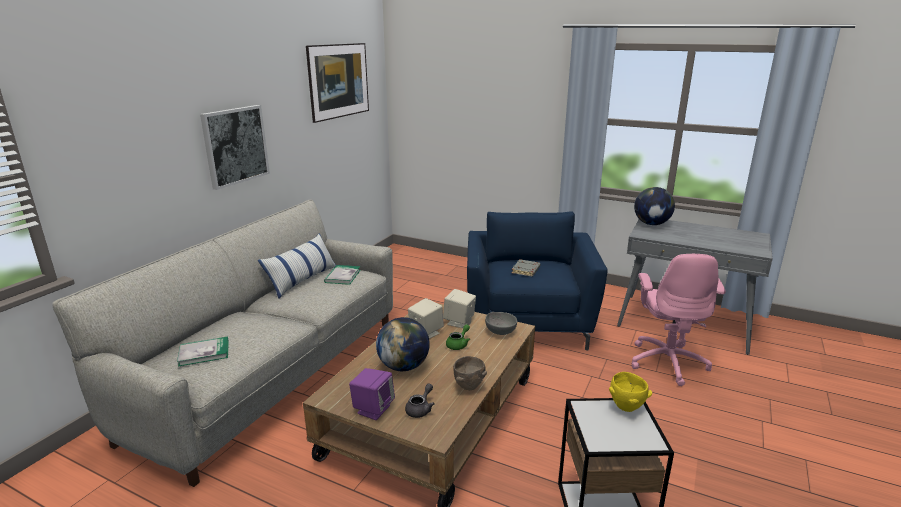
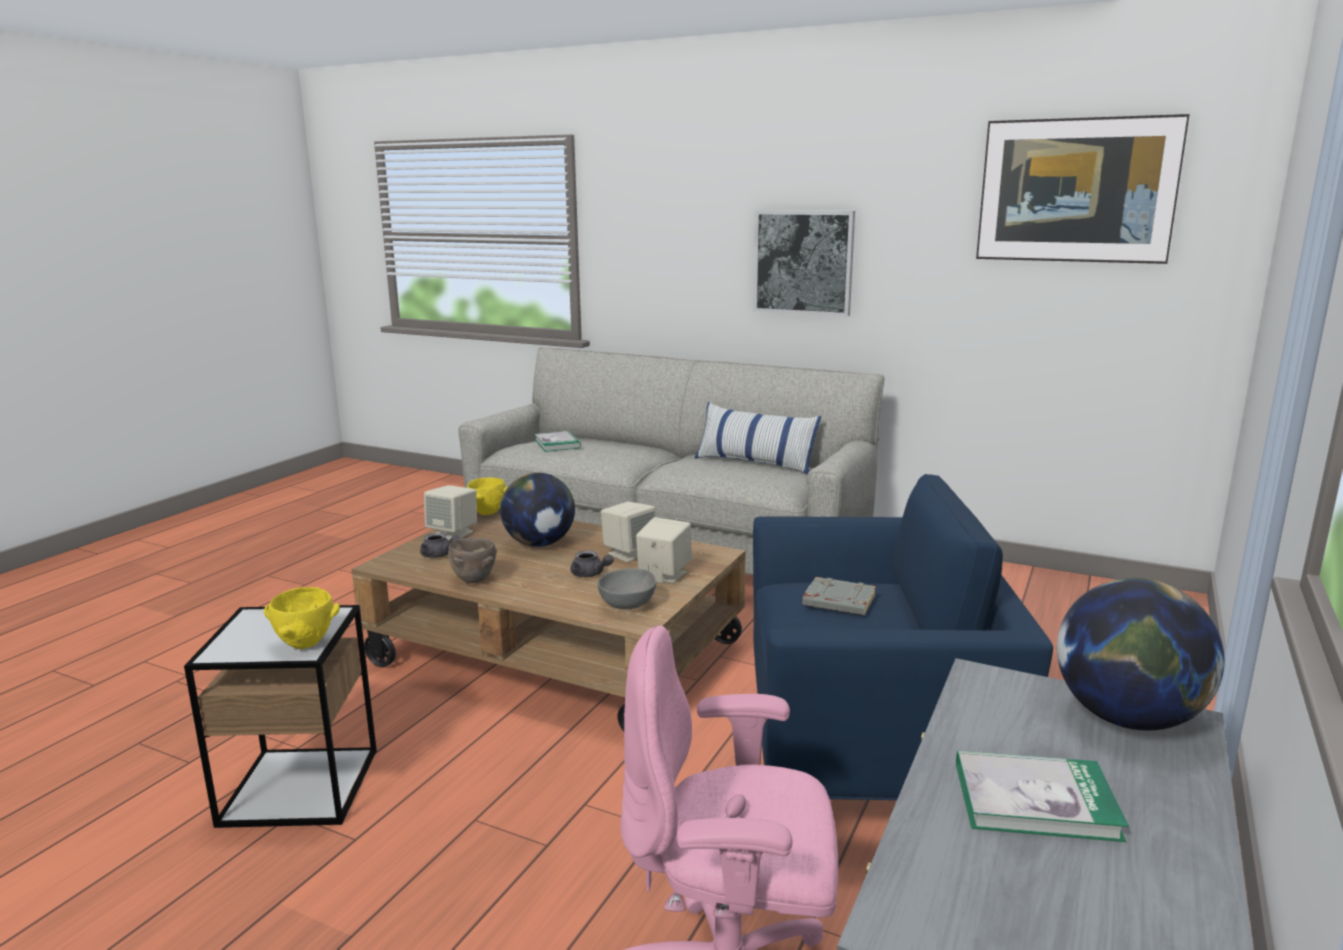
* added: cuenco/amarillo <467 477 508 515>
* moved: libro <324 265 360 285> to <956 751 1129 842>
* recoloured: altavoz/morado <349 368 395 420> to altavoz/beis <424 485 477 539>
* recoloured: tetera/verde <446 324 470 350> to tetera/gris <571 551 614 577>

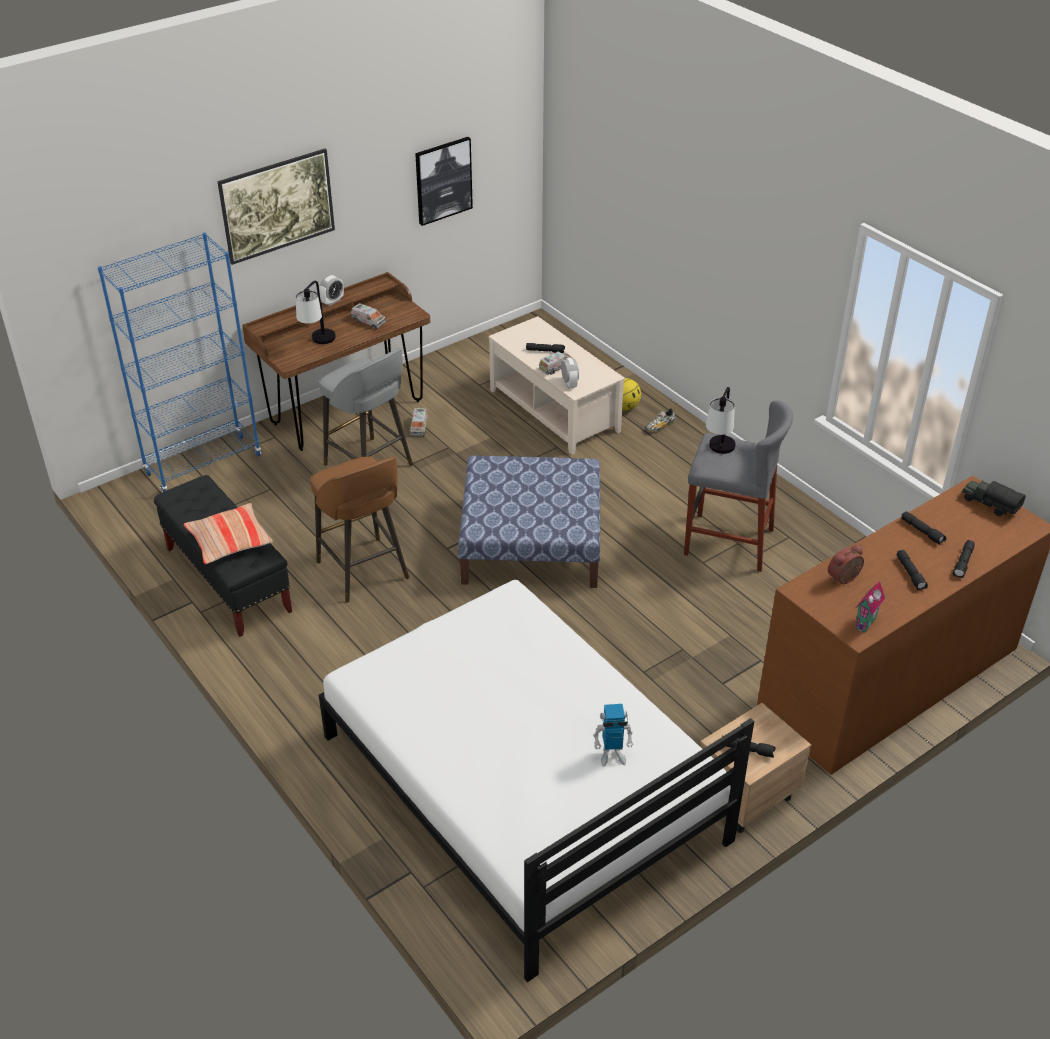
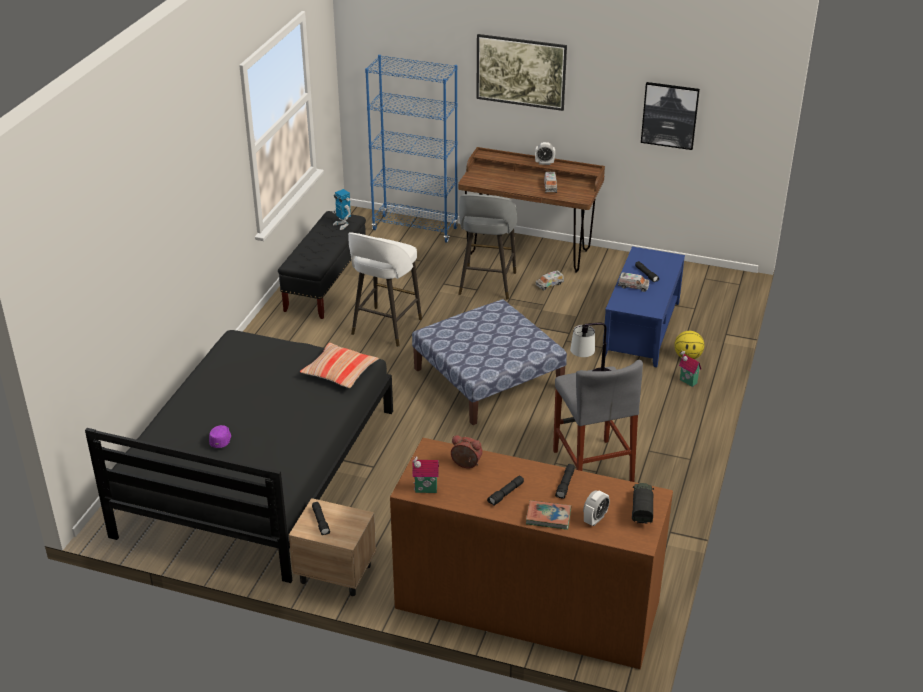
* removed: lámpara de mesa <296 281 336 344>
* added: gorra/morado <209 425 231 448>
* moved: cojín <184 503 273 564> to <300 343 379 388>
* moved: despertador <561 357 579 389> to <583 491 610 526>
* moved: robot de juguete <593 704 633 767> to <333 189 351 230>
* replaced: zapato <645 408 675 431> to casita <679 351 702 387>
* replaced: linterna/negro <953 540 975 578> to libro <526 500 571 530>
* recoloured: taburete/marrón <310 456 410 603> to taburete/blanco <348 232 422 347>
* recoloured: cama/blanco <319 580 754 982> to cama/negro <85 330 393 583>
* recoloured: mesa de centro/beis <489 316 625 455> to mesa de centro/azul <603 247 685 367>

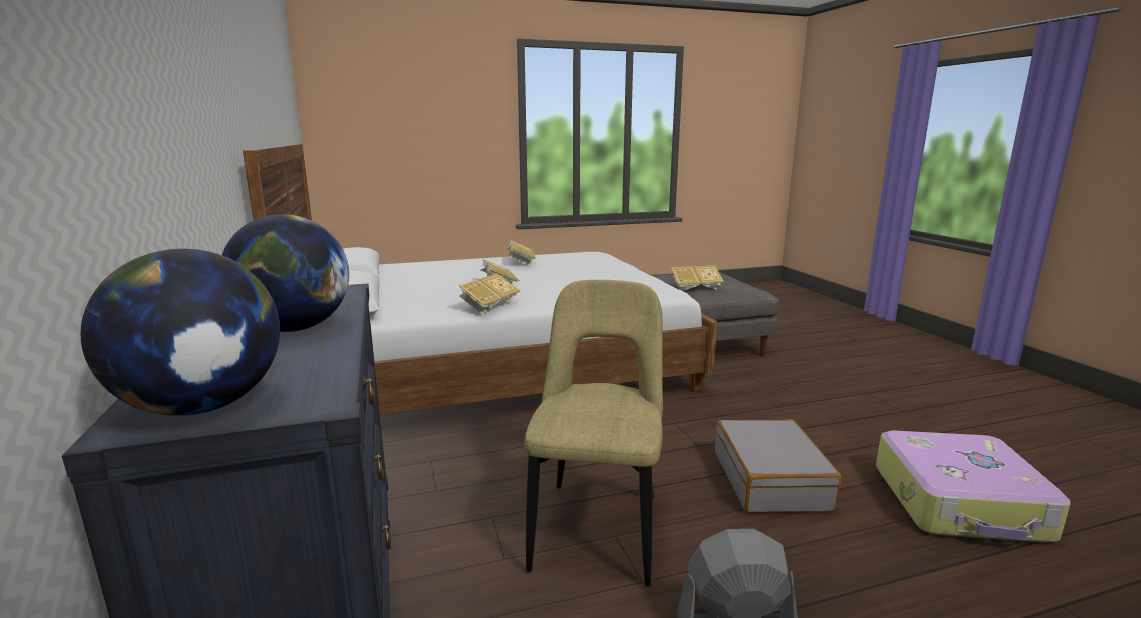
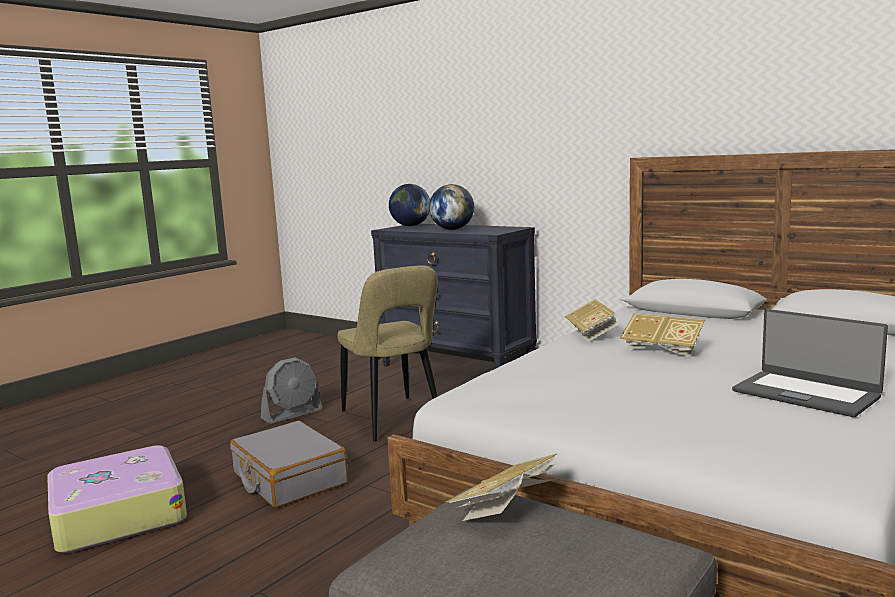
* replaced: libro <508 240 536 266> to portátil <732 309 888 417>

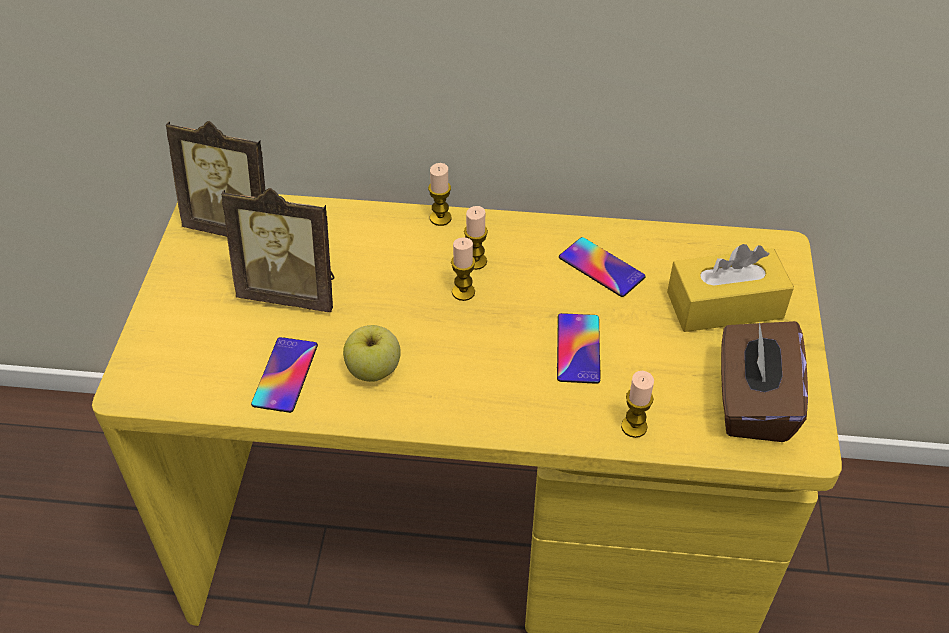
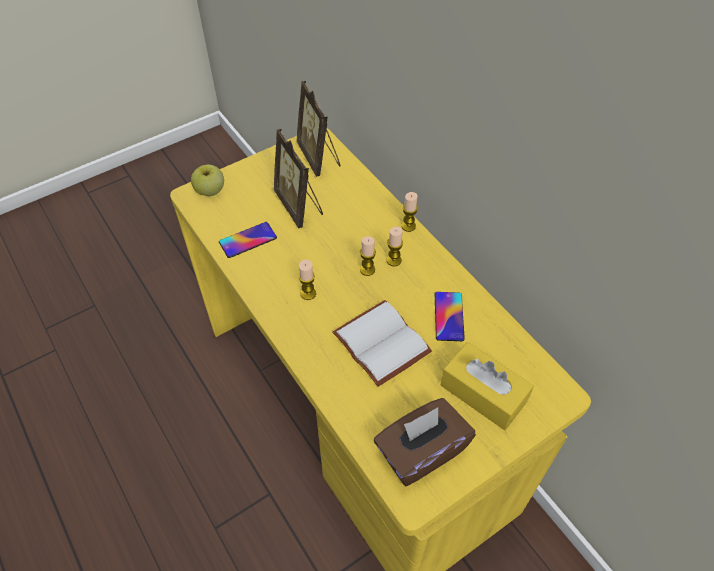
* moved: manzana <343 325 401 382> to <191 165 224 196>
* moved: vela <621 371 654 438> to <298 260 316 300>
* replaced: móvil <557 313 601 384> to libro/blanco <332 300 432 387>

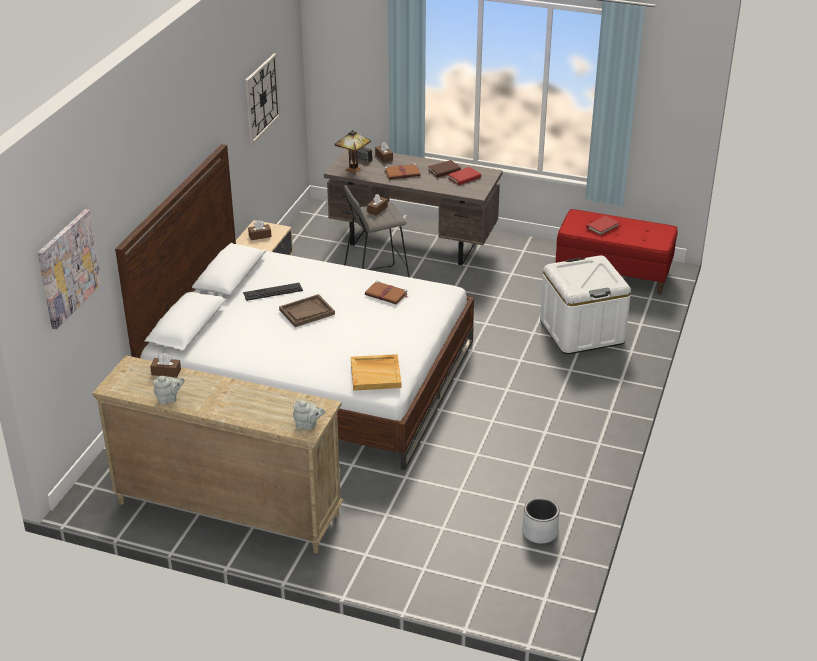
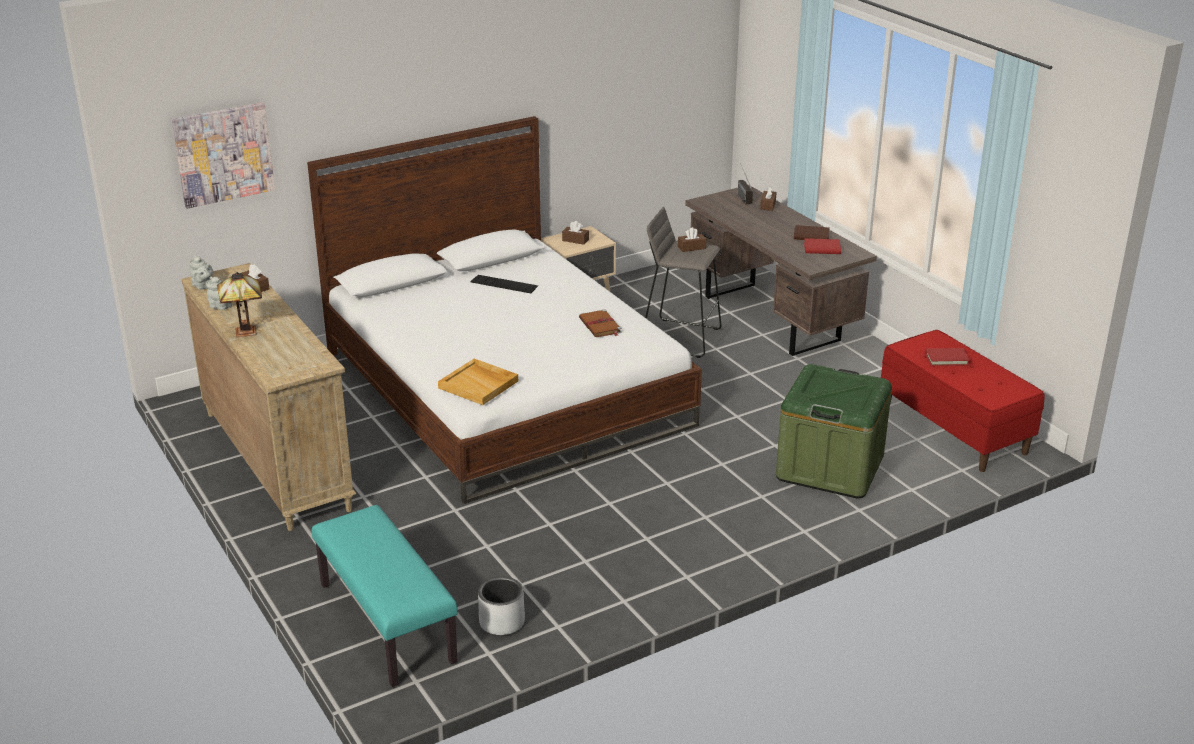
* removed: reloj de pared <245 54 280 144>
* removed: bandeja/marrón <279 294 335 327>
* removed: libro/marrón <385 164 420 179>
* added: banco/turquesa <312 505 458 687>
* moved: tetera/gris <293 400 325 430> to <189 255 213 290>
* moved: lámpara de mesa <334 130 371 173> to <217 272 262 337>
* recoloured: caja de almacenaje/blanco <540 255 631 354> to caja de almacenaje/verde <776 364 892 498>

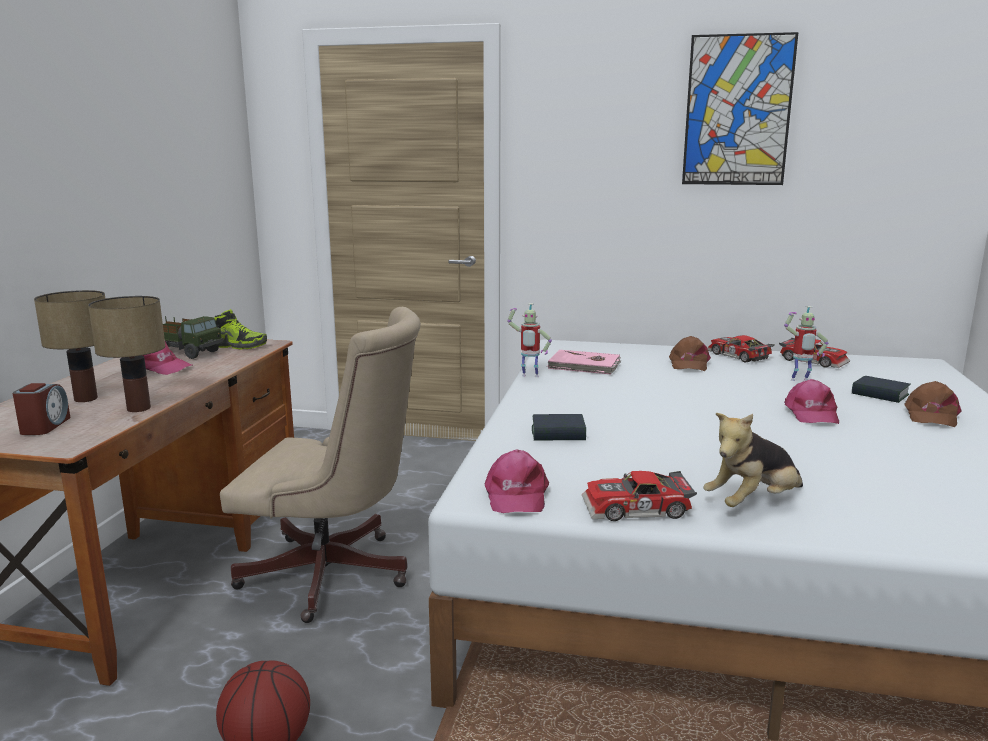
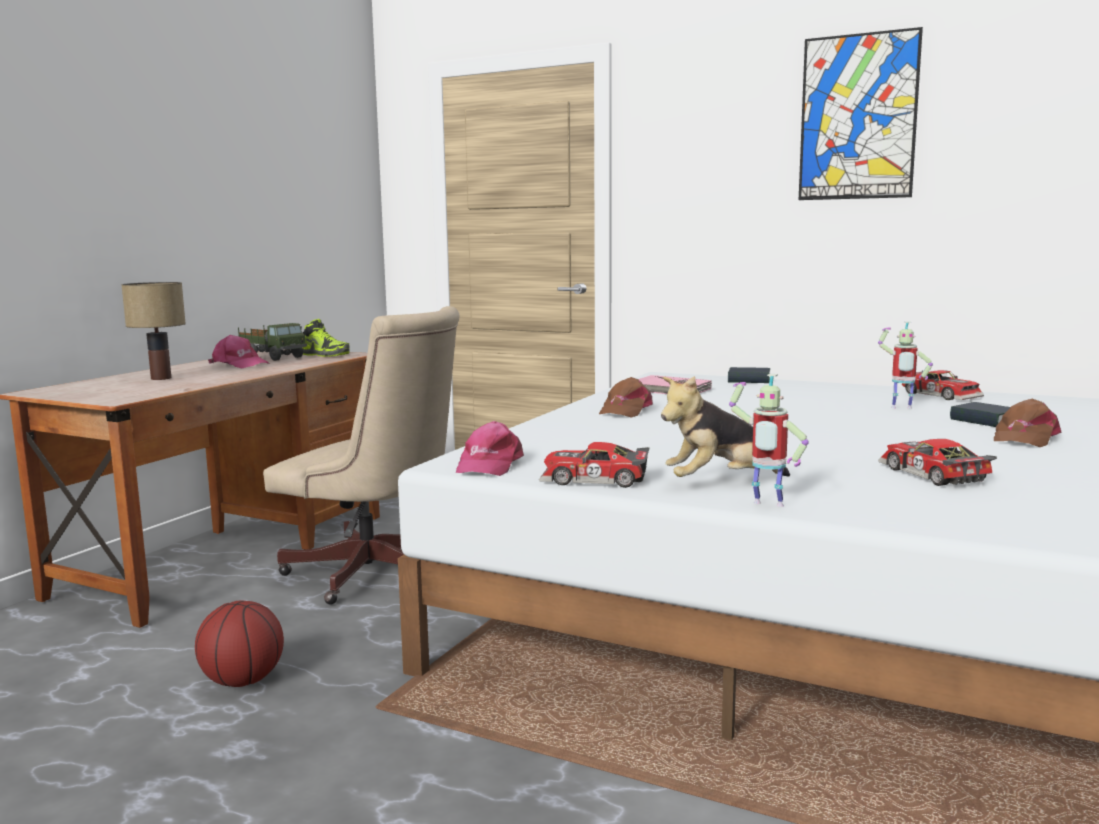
* removed: despertador <13 383 70 435>
* removed: lámpara de mesa <88 296 165 412>
* removed: gorra/rosa <784 379 839 424>
* moved: robot de juguete <507 303 552 377> to <729 374 809 507>
* moved: libro <532 414 586 440> to <728 367 770 383>
* moved: gorra/marrón <669 336 711 371> to <599 377 653 418>
* moved: coche de juguete <707 335 775 363> to <878 439 997 486>

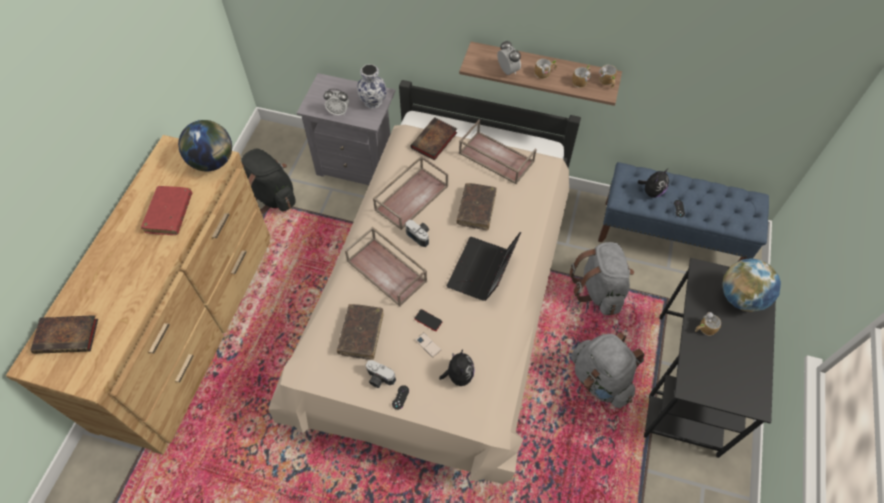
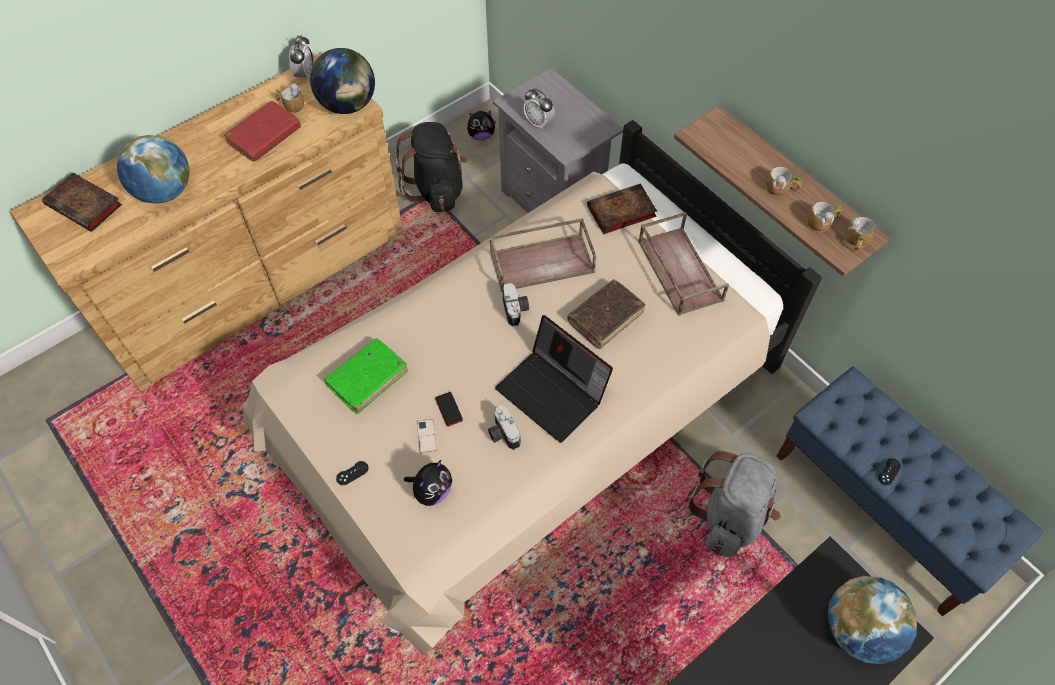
* removed: bandeja/marrón <345 227 427 306>
* removed: florero <357 64 387 109>
* removed: mochila/gris <571 332 645 408>
* added: globo terráqueo <117 135 190 203>
* moved: cámara <366 360 396 388> to <488 405 521 450>
* moved: despertador <497 40 521 75> to <289 35 315 82>
* moved: peluche <638 168 669 198> to <467 111 496 140>
* moved: taza grande <695 312 721 336> to <275 83 304 113>
* recoloured: libro/marrón <337 304 384 360> to libro/verde <324 338 408 414>
* turned: portátil <447 232 521 301> = <495 315 613 443> 105 degrees counterclockwise

